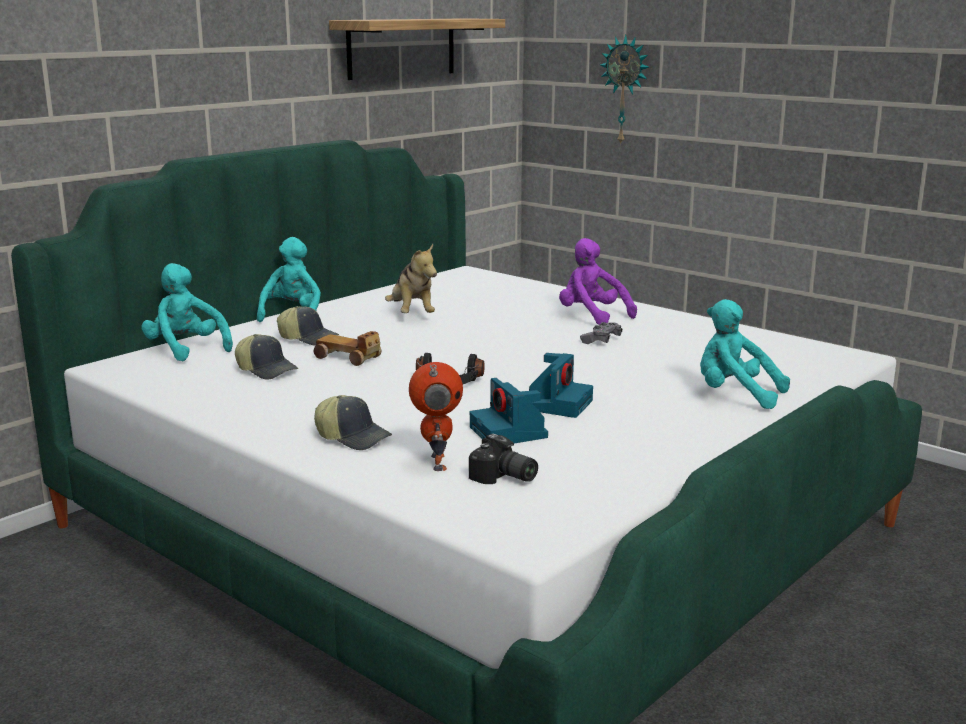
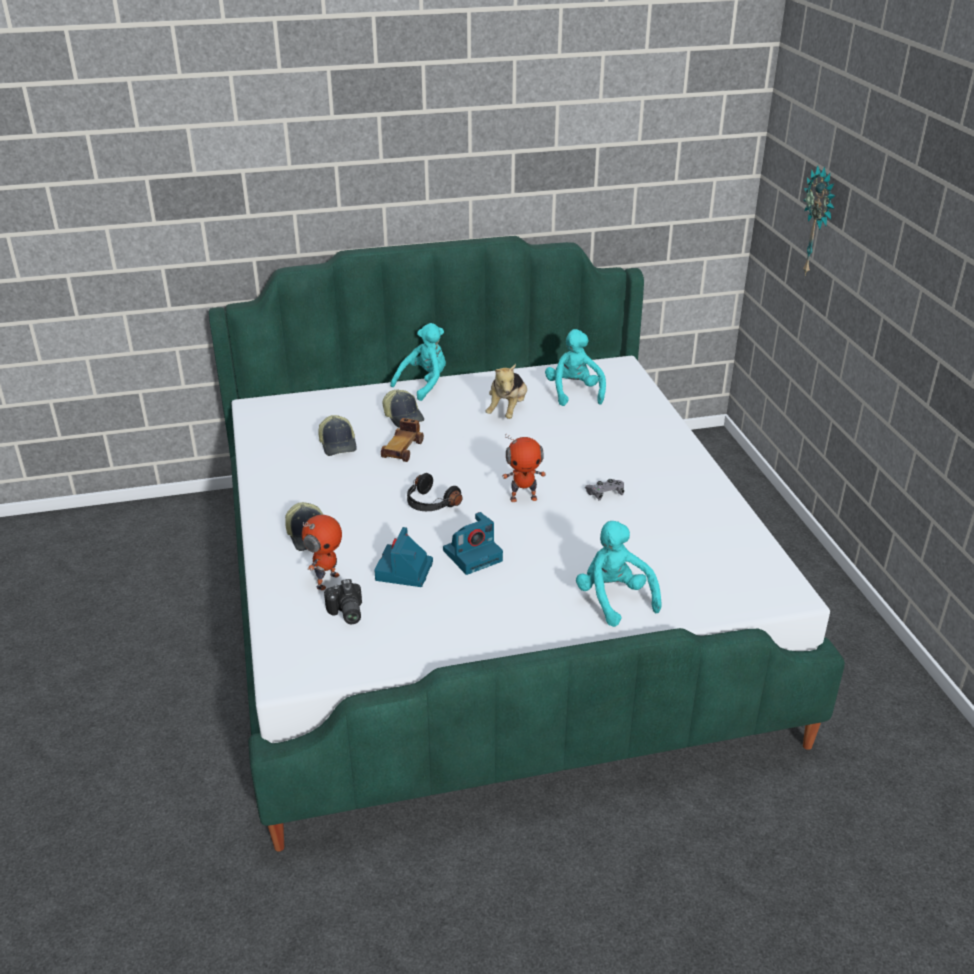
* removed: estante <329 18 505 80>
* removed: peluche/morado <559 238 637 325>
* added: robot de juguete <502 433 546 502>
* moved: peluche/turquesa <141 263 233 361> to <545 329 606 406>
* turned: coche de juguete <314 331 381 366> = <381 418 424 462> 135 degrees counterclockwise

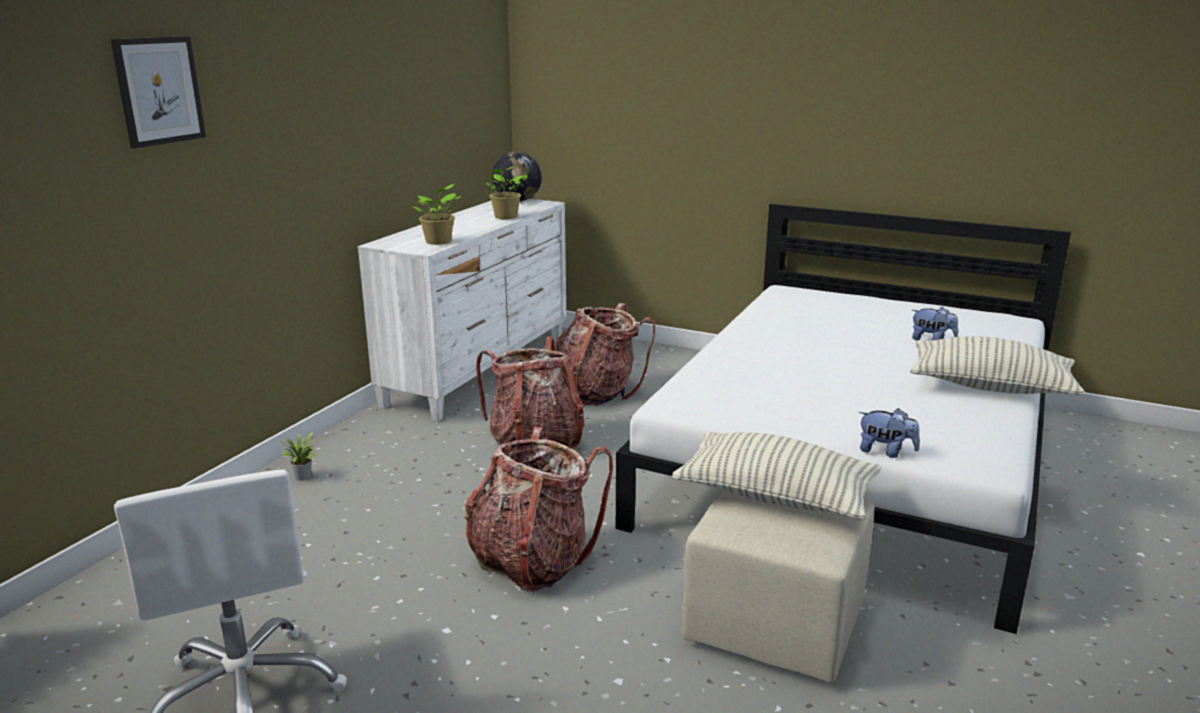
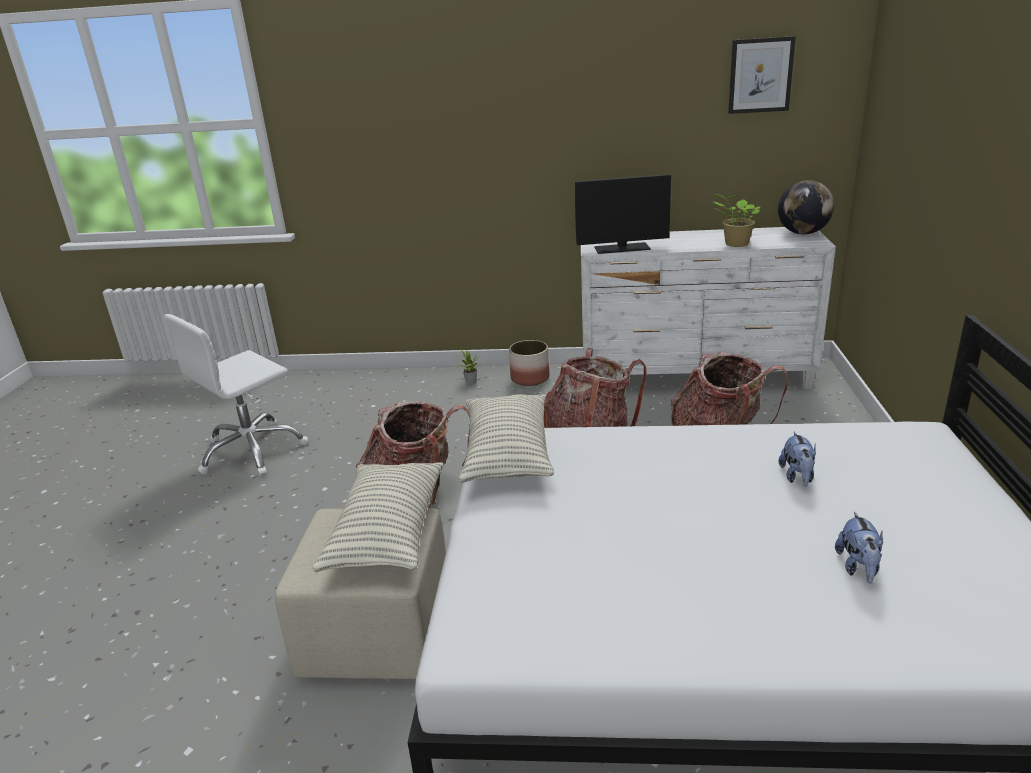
* added: maceta <509 340 550 386>
* moved: cuadro <111 36 206 148> to <728 36 796 114>
* moved: peluche <859 408 920 458> to <779 432 816 487>
* moved: cojín <910 336 1084 396> to <459 394 554 483>
* replaced: planta en maceta <413 184 461 245> to monitor <575 174 671 254>

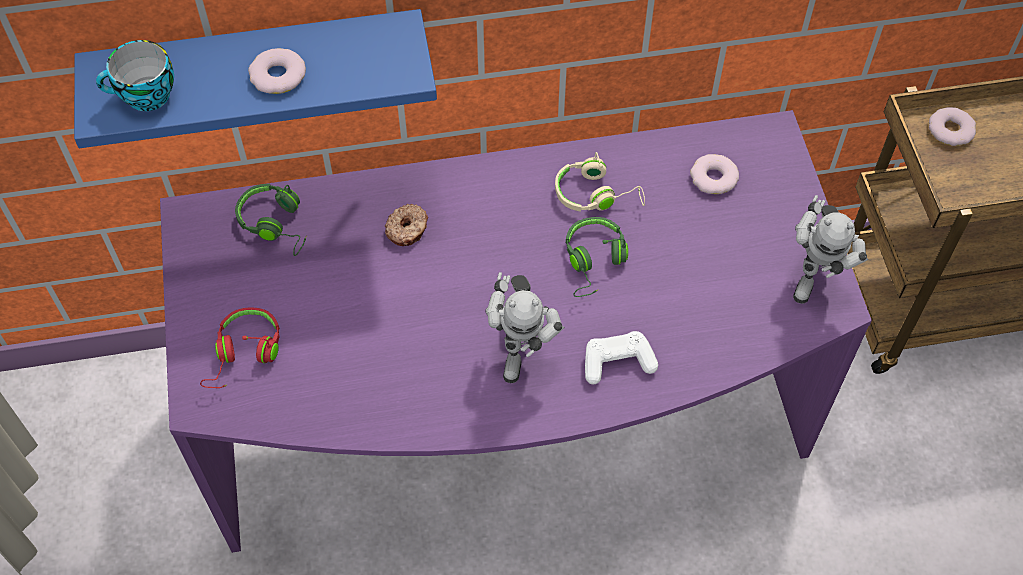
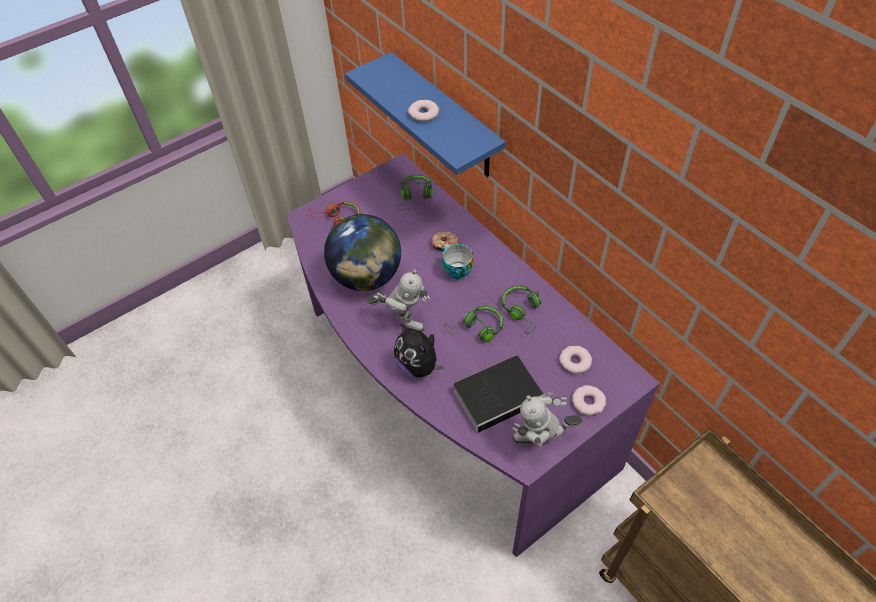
* added: globo terráqueo <324 214 401 291>
* added: libro <453 355 554 433>
* moved: taza <96 40 174 111> to <442 244 474 279>
* moved: rosquilla <929 107 976 146> to <572 385 606 415>
* replaced: mando de consola/blanco <585 331 658 384> to peluche <394 324 444 378>
* recoloured: auriculares/beis <555 152 645 212> to auriculares/verde <501 285 542 334>
* turned: robot de juguete <485 272 565 383> = <367 269 430 332> 135 degrees counterclockwise

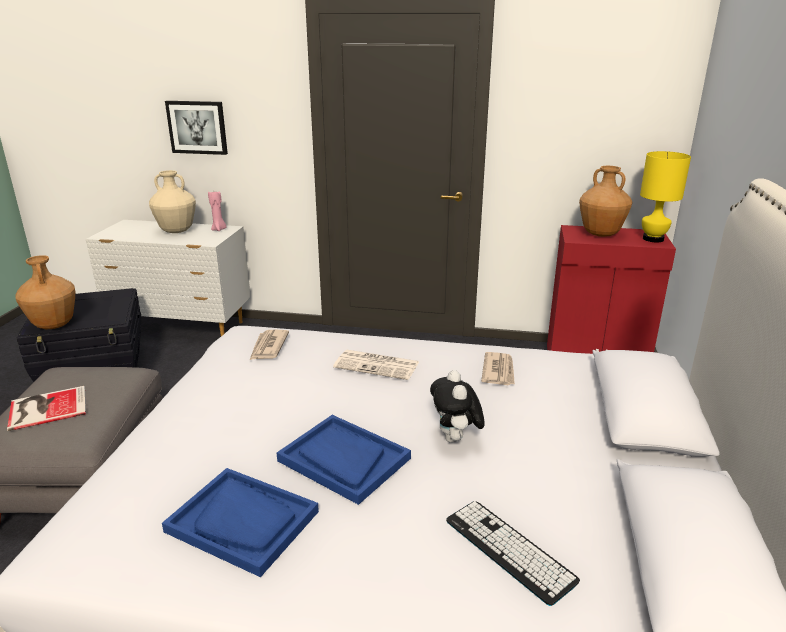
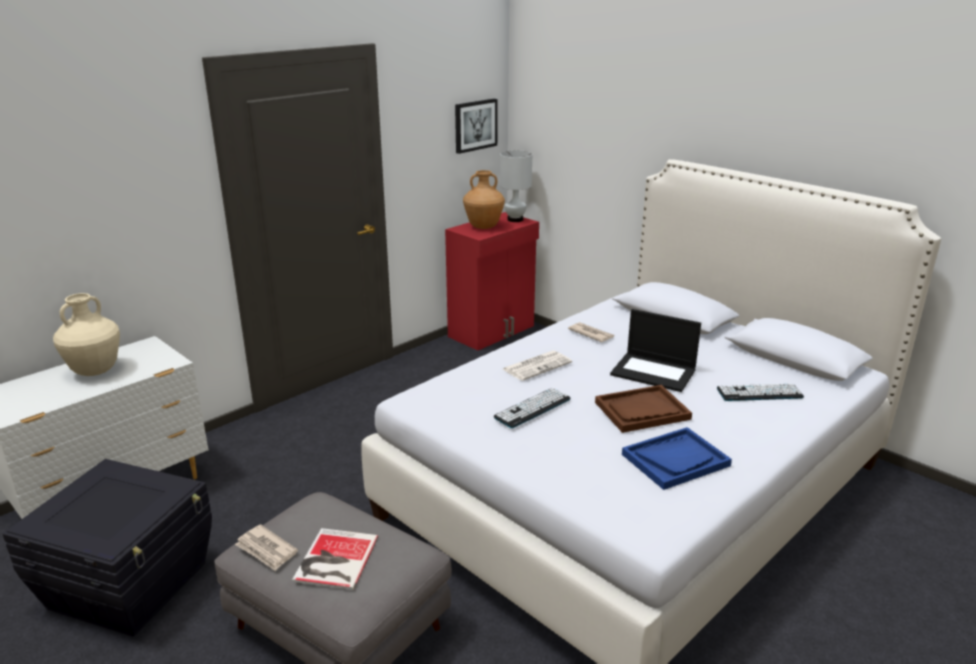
* removed: florero/marrón <16 255 75 329>
* removed: vela/rosa <208 191 226 231>
* added: teclado <494 388 571 428>
* moved: cuadro <165 101 228 155> to <455 98 498 154>
* moved: periódico <249 330 289 361> to <235 525 298 571>
* replaced: peluche <430 370 484 443> to portátil <610 309 701 392>
* recoloured: bandeja/azul <277 415 411 505> to bandeja/marrón <595 385 692 433>
* recoloured: lámpara de mesa/amarillo <640 151 691 242> to lámpara de mesa/blanco <500 150 532 222>

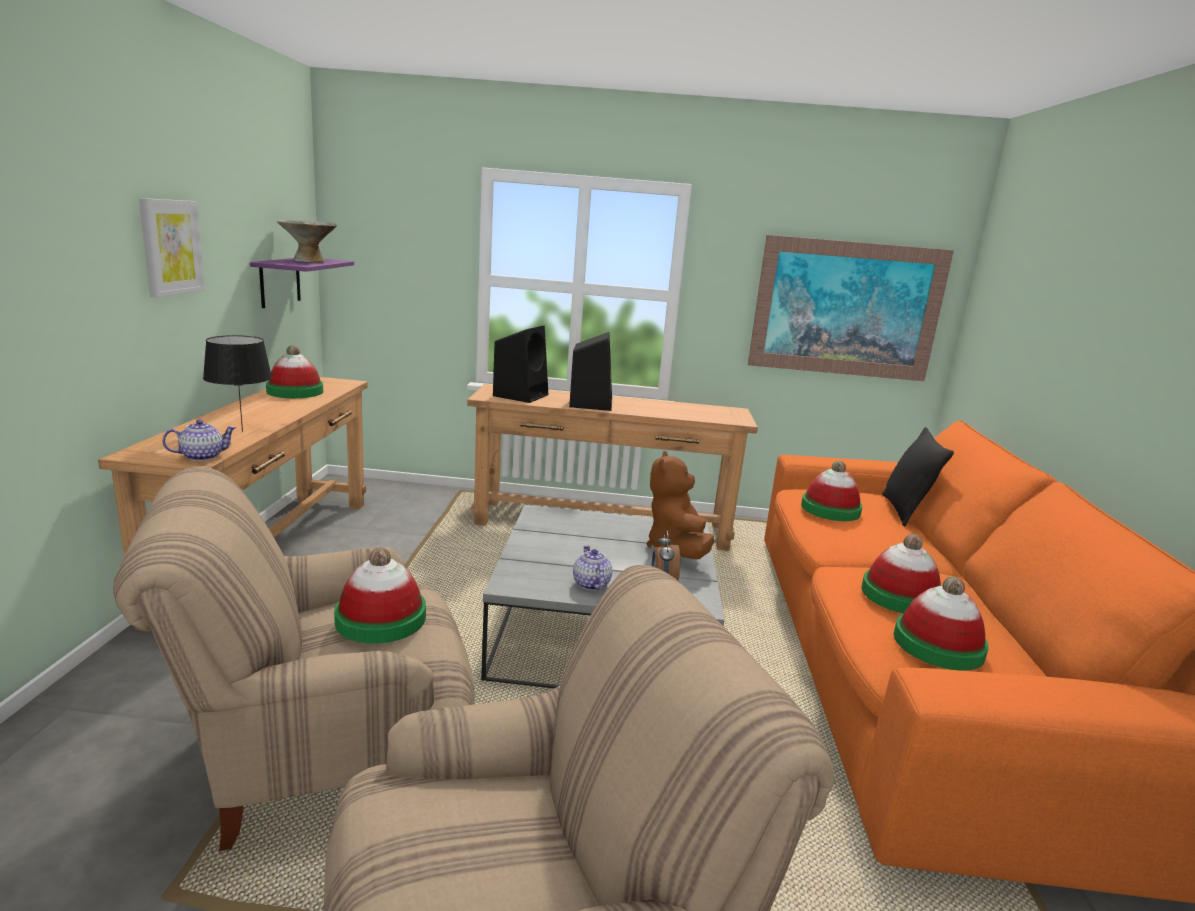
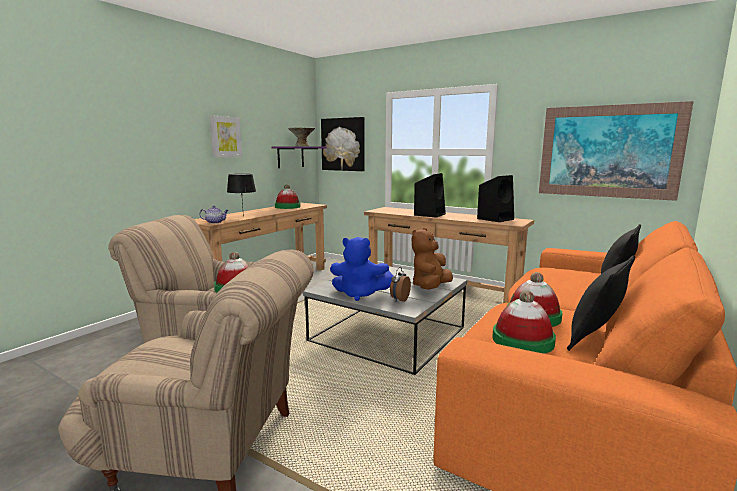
* removed: sombrero <801 461 863 521>
* added: cuadro <321 117 365 171>
* added: cojín/negro <567 255 635 351>
* moved: altavoz/negro <493 326 548 403> to <477 175 514 222>
* replaced: tetera <573 545 612 591> to peluche/azul <330 237 394 301>

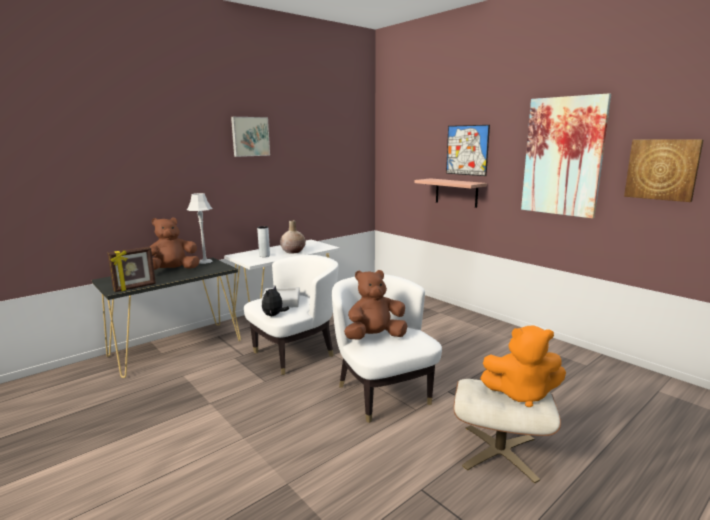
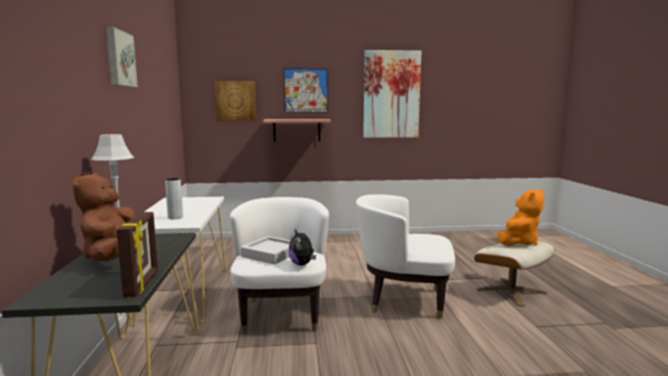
* removed: florero/beis <280 220 306 253>
* removed: peluche/marrón <344 270 407 339>
* moved: cuadro <624 139 704 202> to <214 81 256 121>

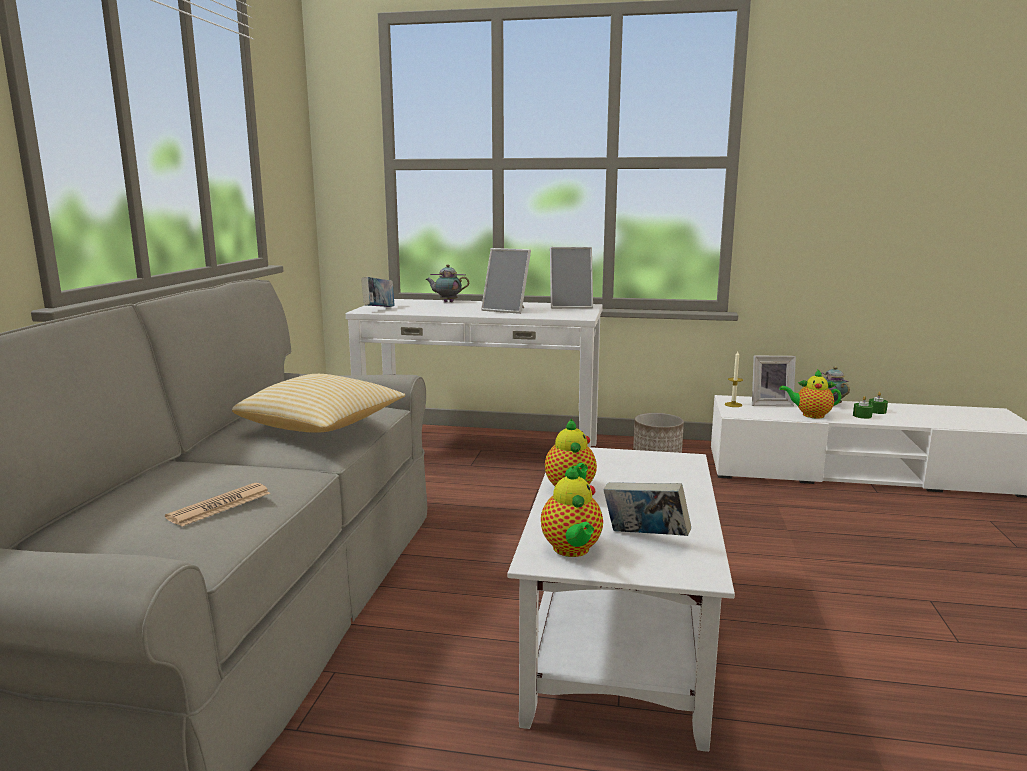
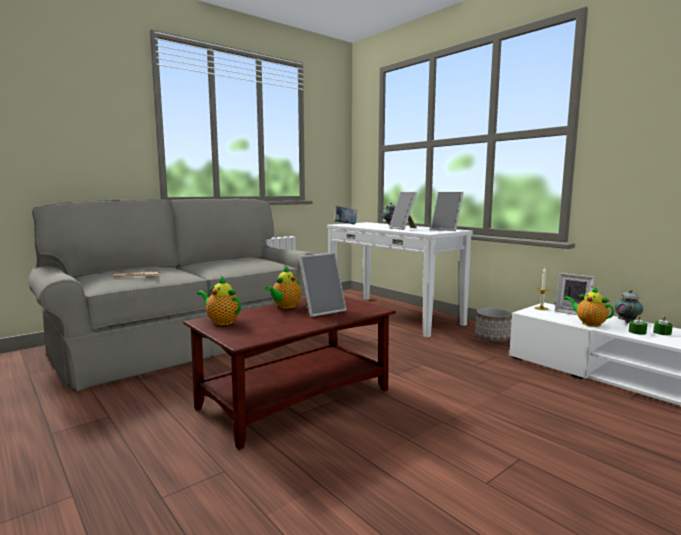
* removed: cojín <232 374 405 433>
* removed: libro <604 482 691 536>
* added: portarretratos <299 253 347 317>
* recoloured: mesa de centro/blanco <507 447 735 752> to mesa de centro/marrón <183 296 396 450>
* turned: tetera <541 466 603 557> = <197 276 241 325> 90 degrees clockwise

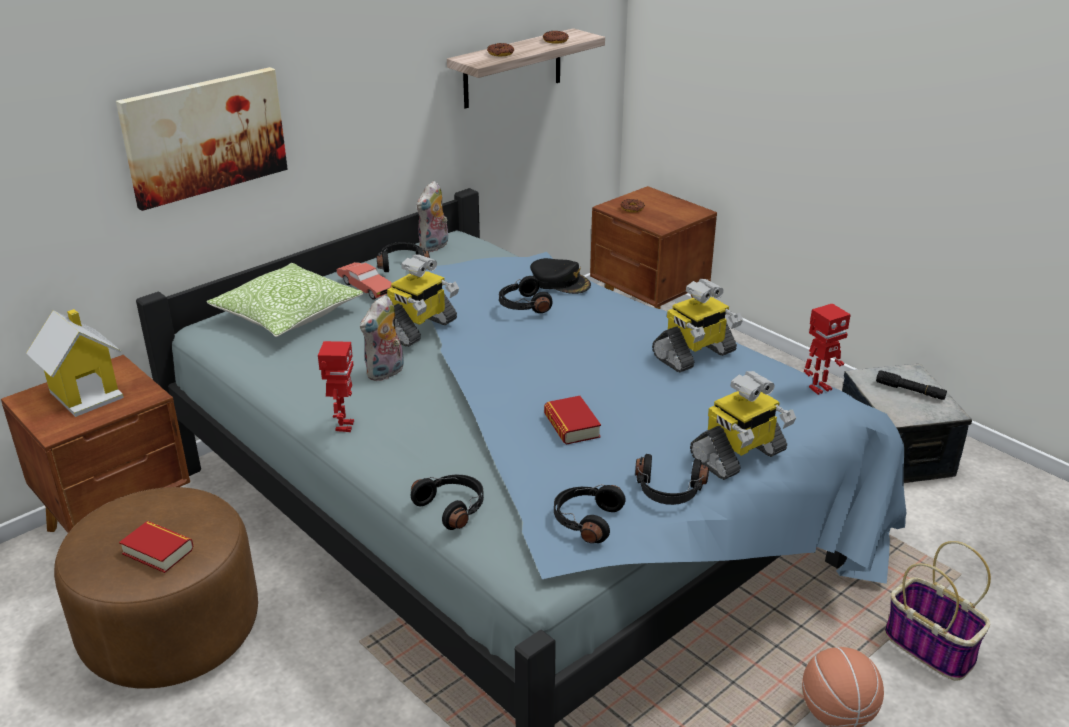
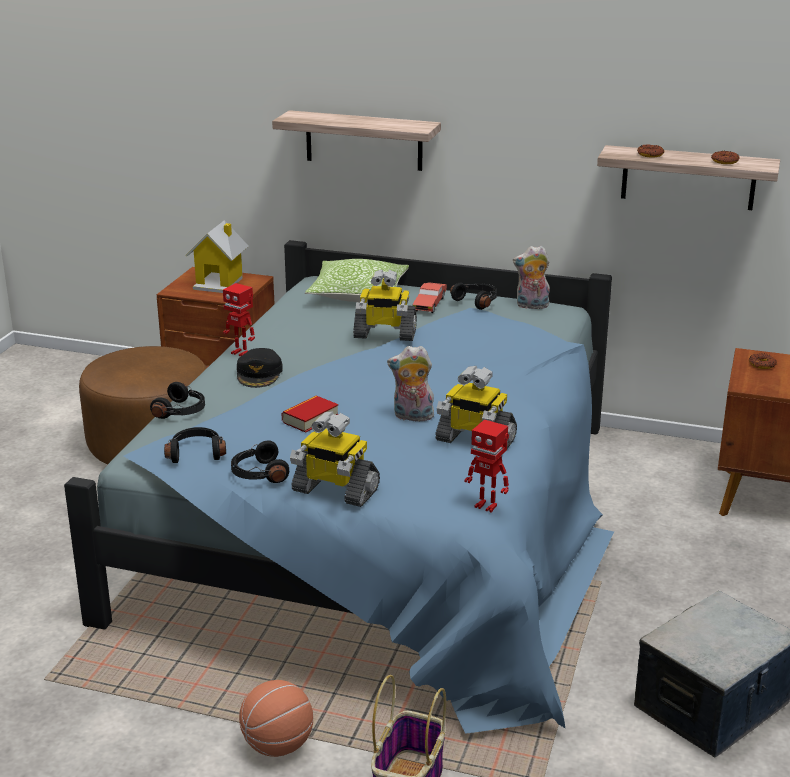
* removed: libro <119 521 194 573>
* removed: auriculares/negro <499 276 553 313>
* removed: linterna/negro <876 370 947 400>
* moved: peluche <360 295 404 381> to <387 346 434 421>
* moved: gorra/negro <530 258 591 294> to <237 348 283 388>
* replaced: cuadro <116 67 288 211> to estante <272 110 441 171>
* turned: robot de juguete <318 341 354 432> = <223 283 255 356> 60 degrees clockwise

